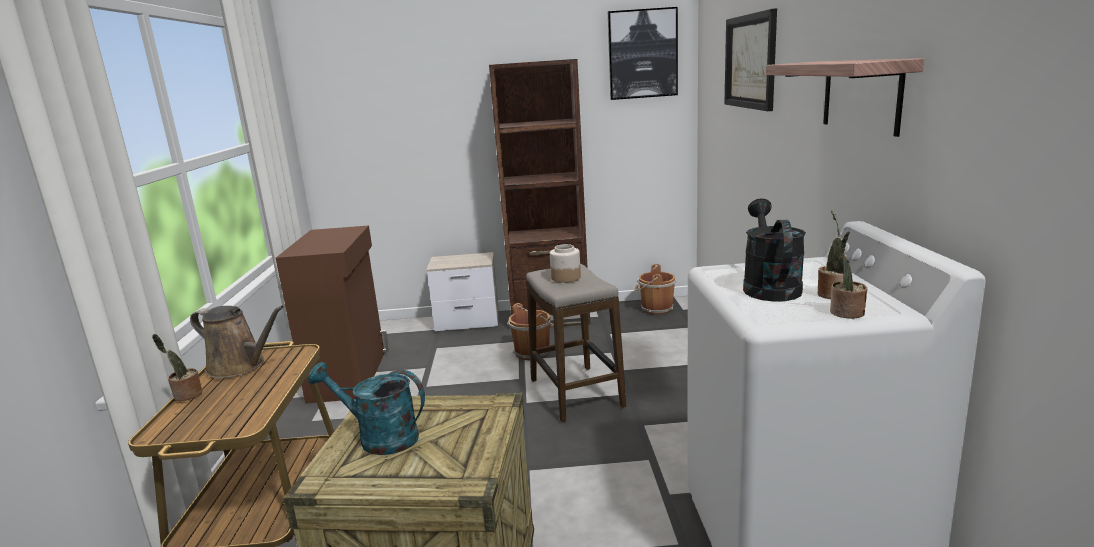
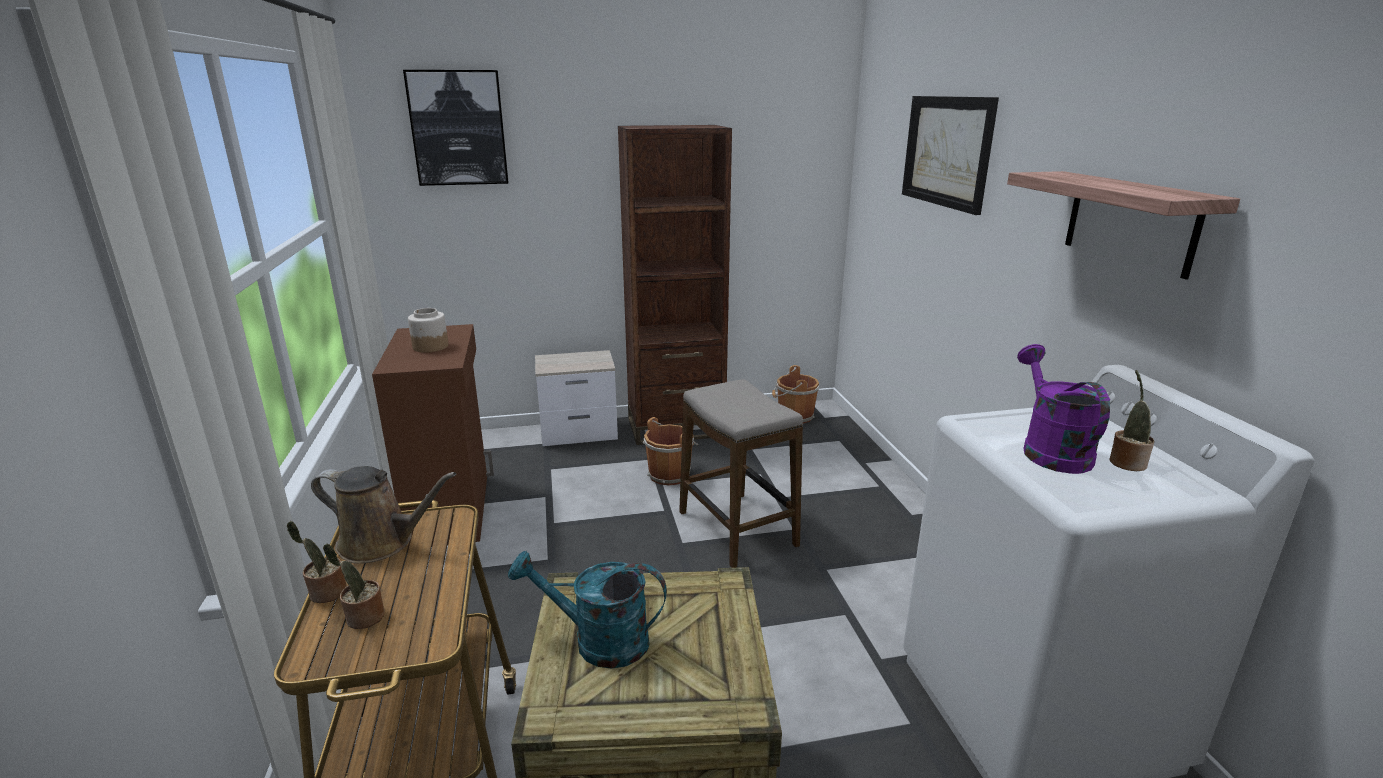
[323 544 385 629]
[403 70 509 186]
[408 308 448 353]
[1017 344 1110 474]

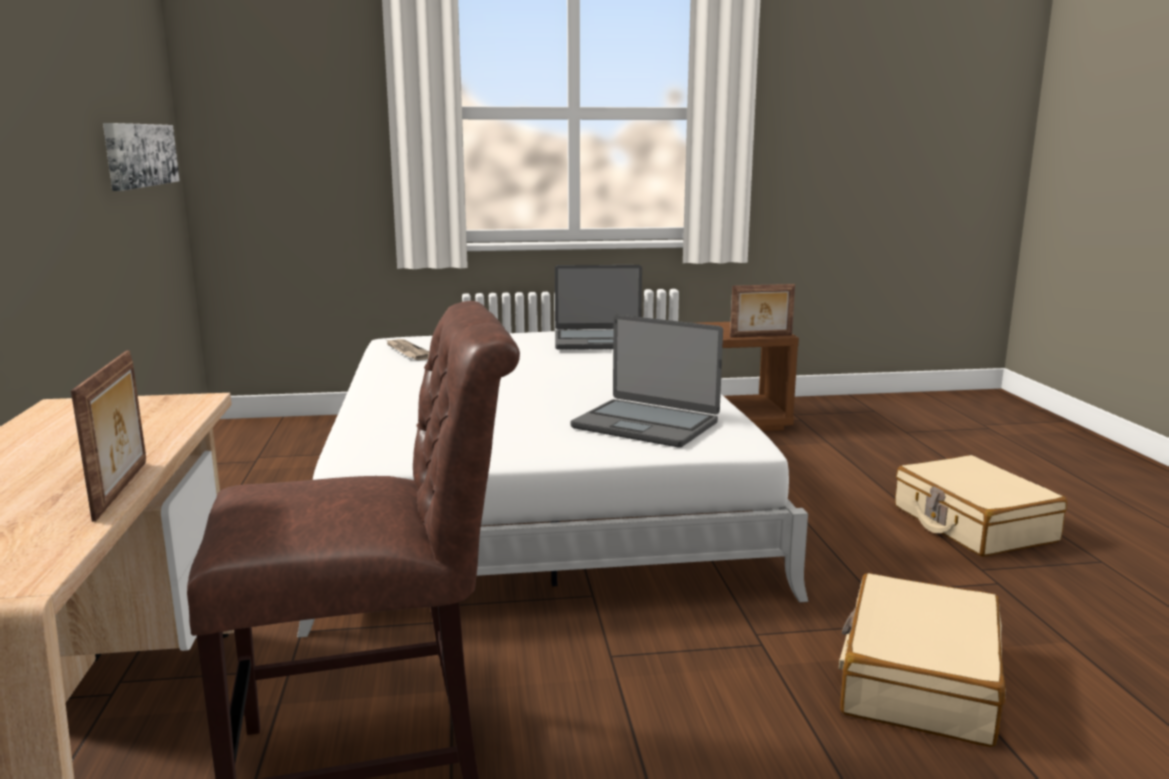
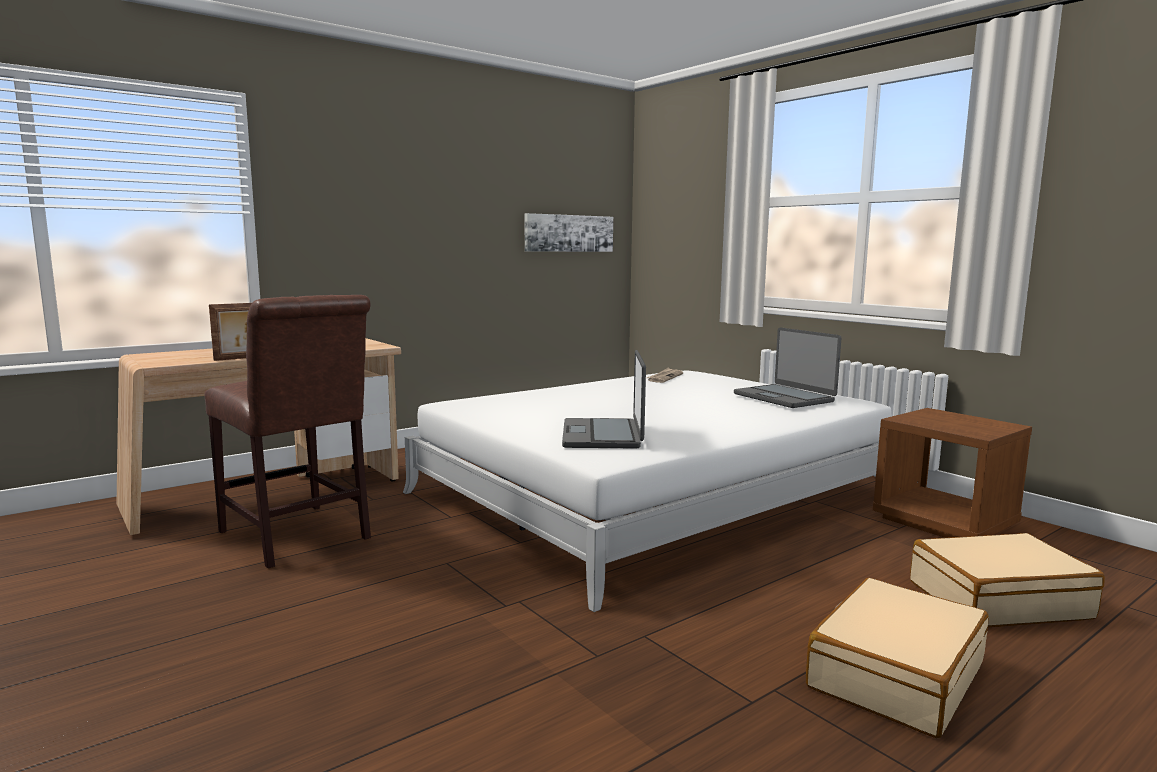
[910 533 1105 627]
[730 284 795 338] (first image)

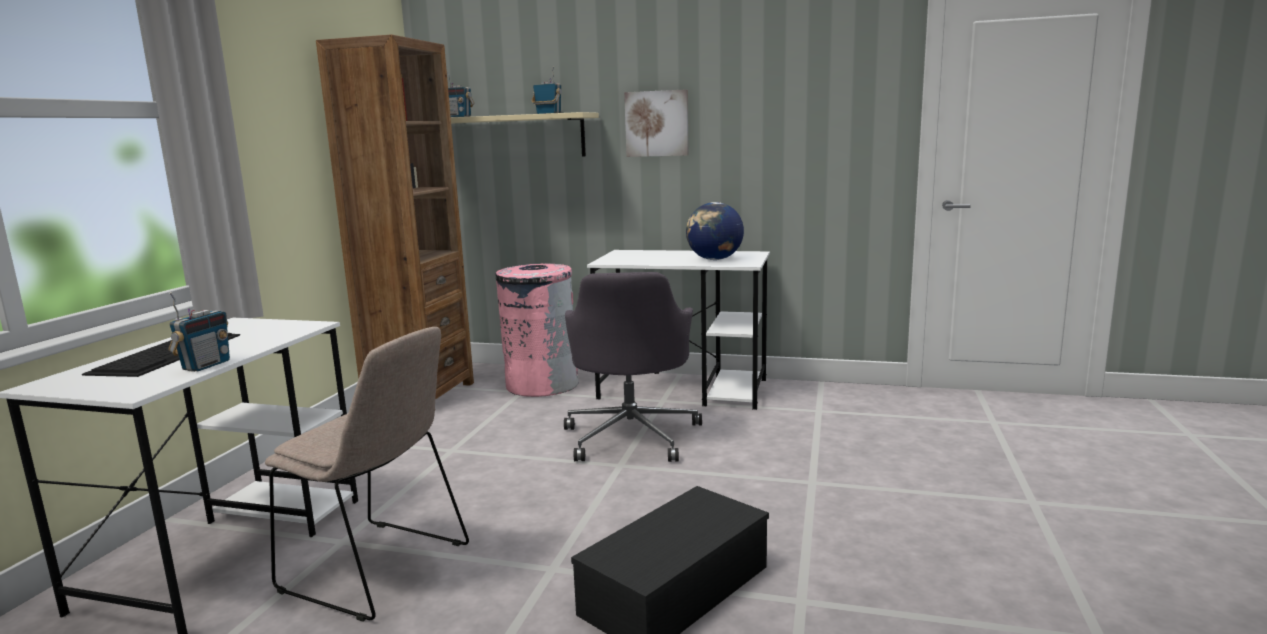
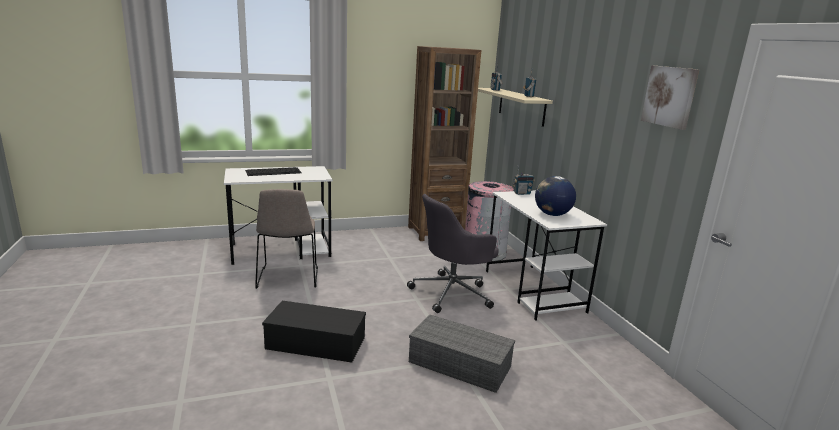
[409 315 515 393]
[512 166 535 195]
[641 66 699 130]

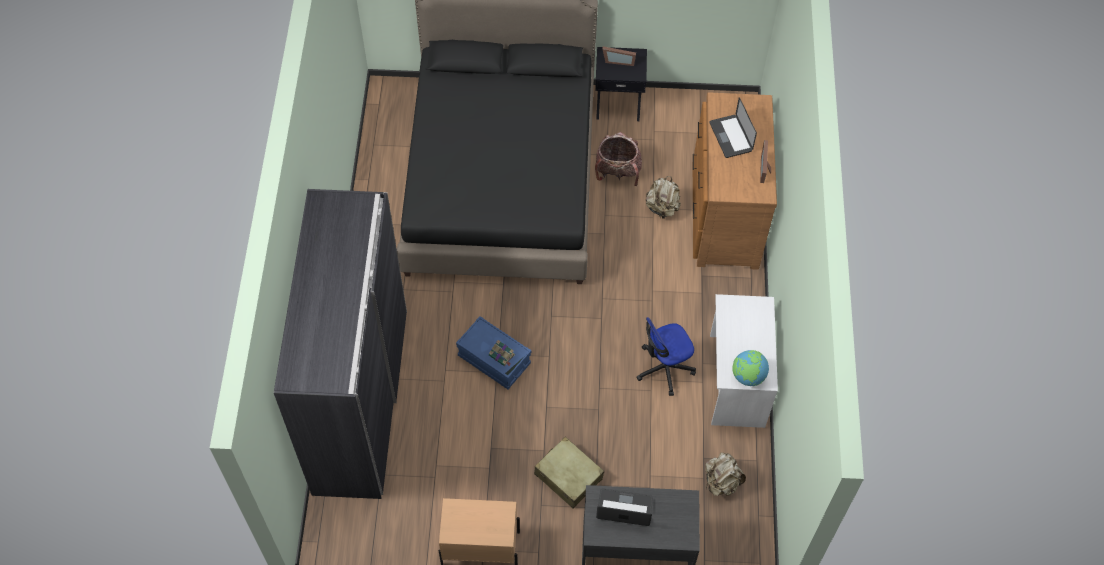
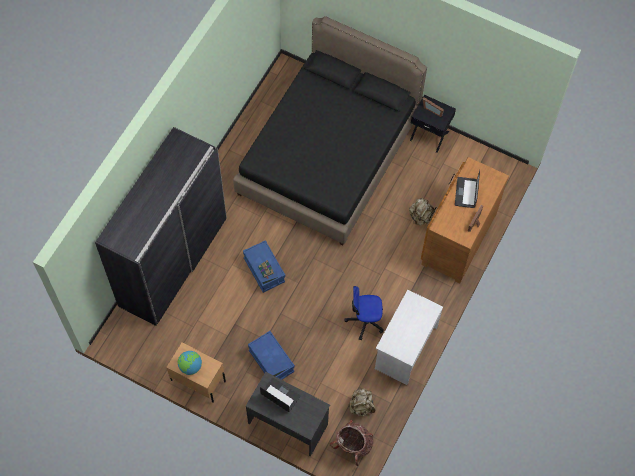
[178 351 202 375]
[248 331 295 380]
[329 420 373 466]

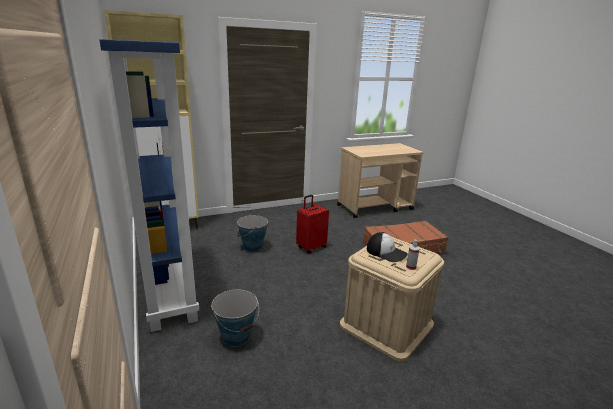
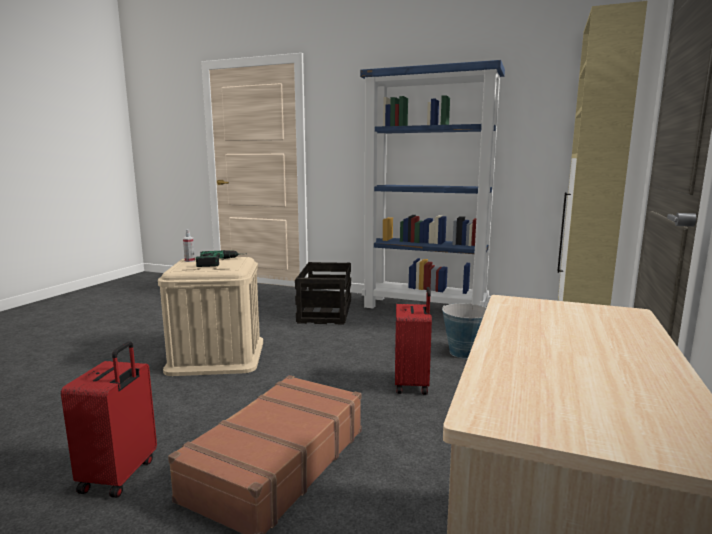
[61 341 157 498]
[196 250 239 267]
[295 262 351 324]

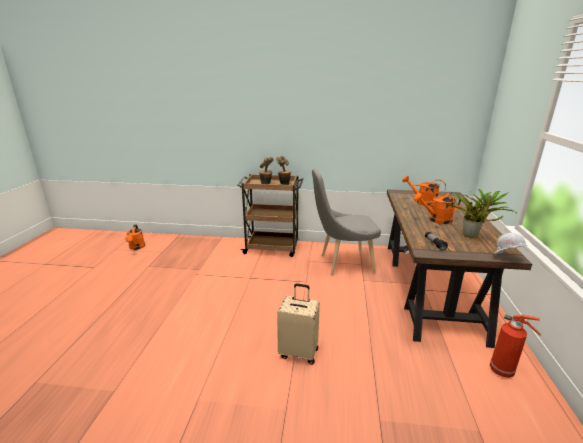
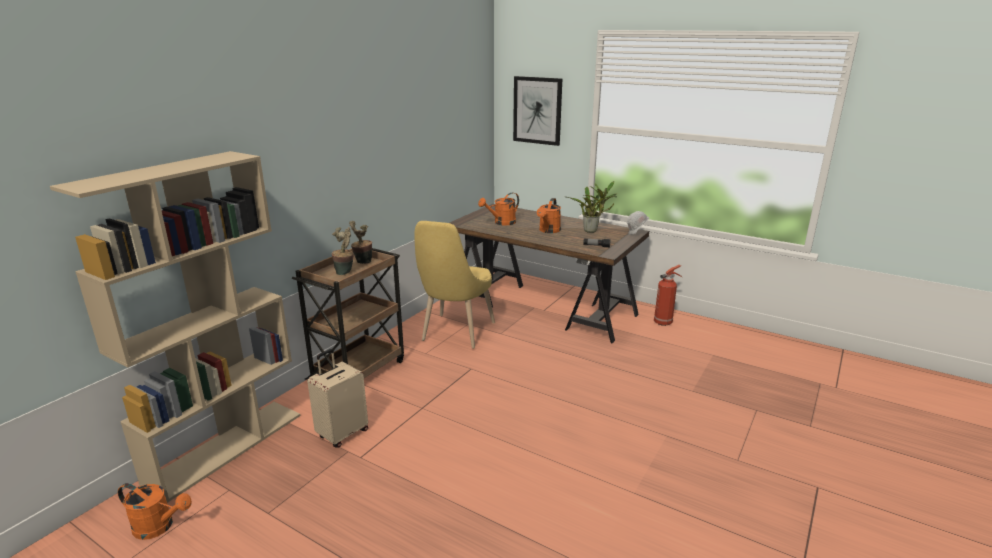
[50 151 300 503]
[307 349 368 448]
[414 221 495 349]
[513 76 562 146]

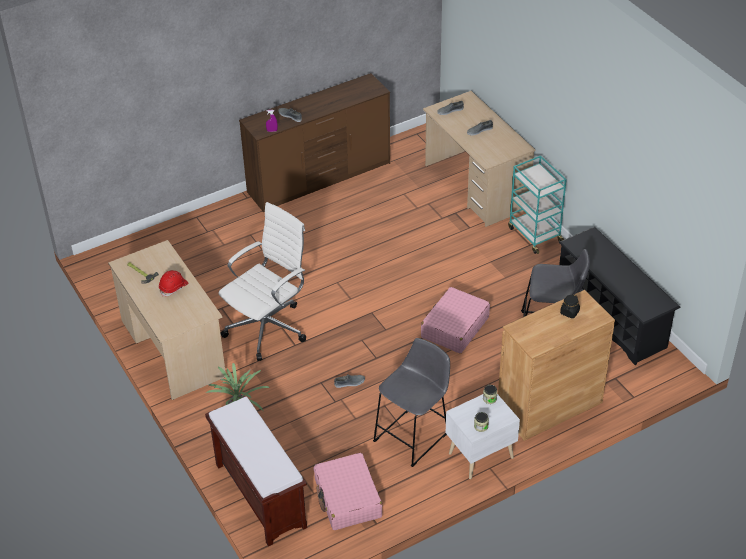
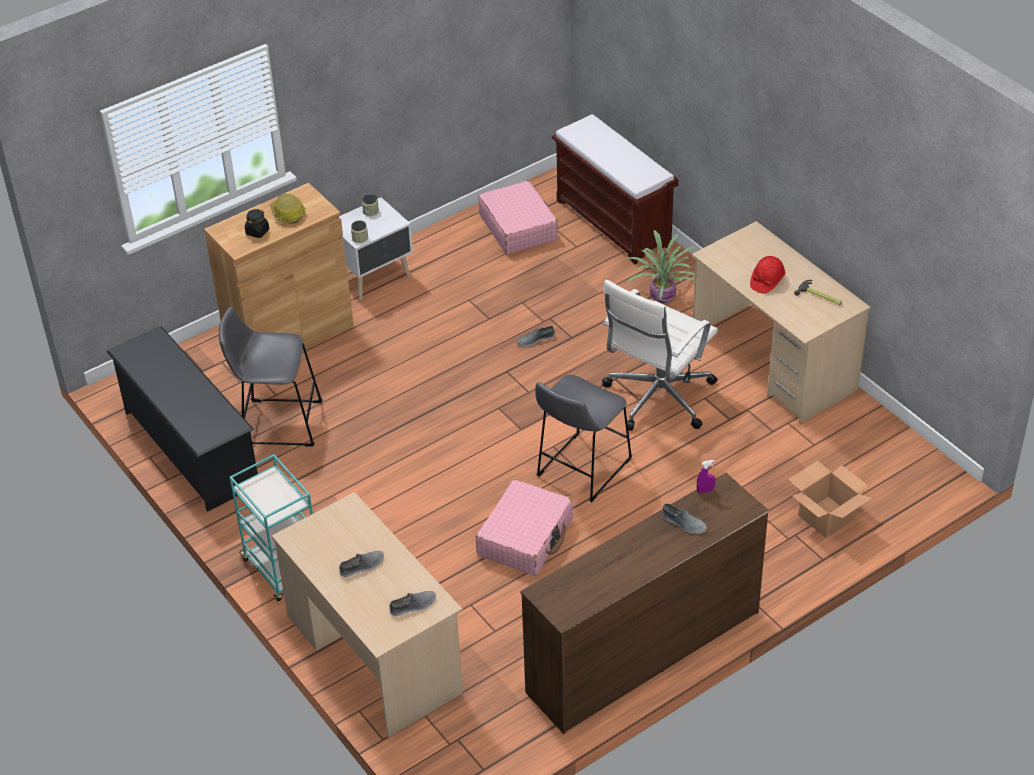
[270 194 306 224]
[476 479 573 576]
[535 375 632 502]
[788 461 872 538]

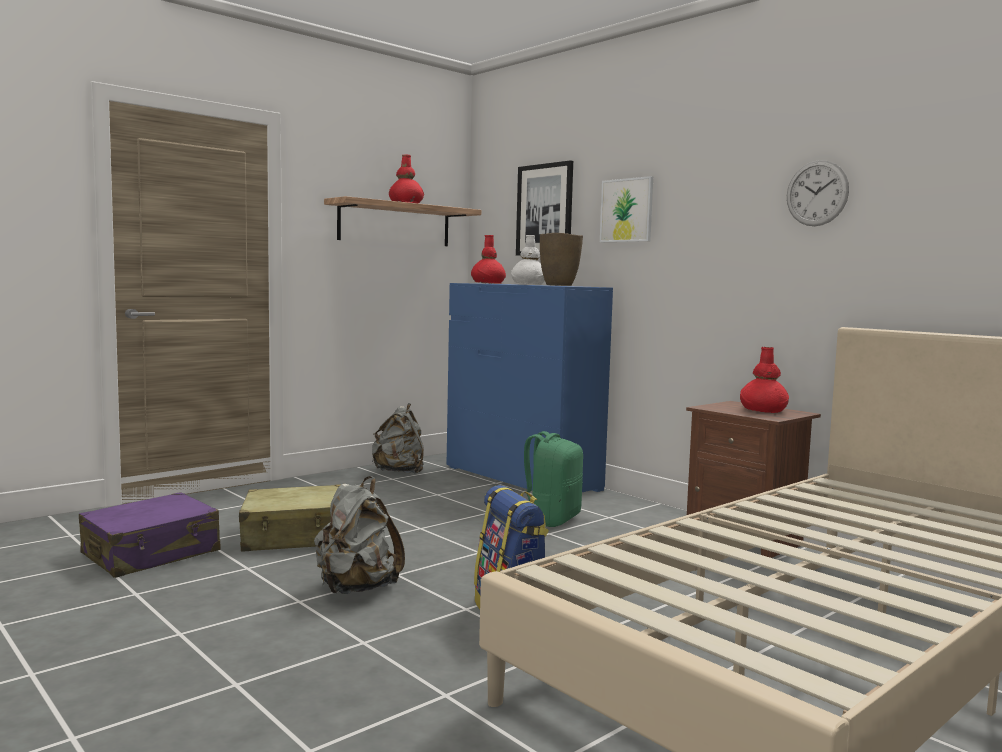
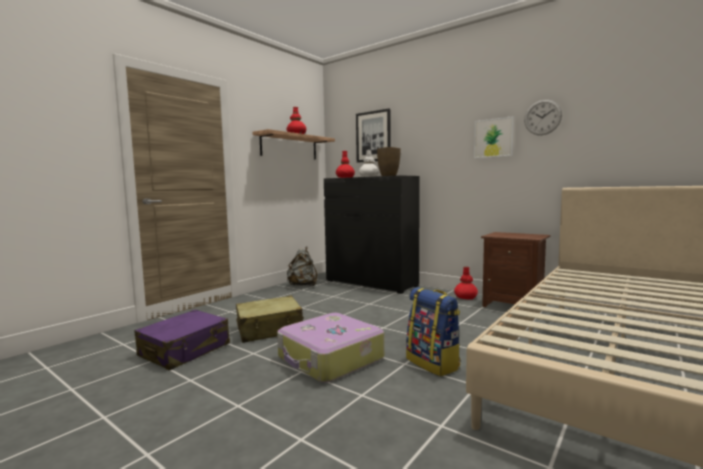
[277 313 384 383]
[324 175 419 294]
[454 267 478 299]
[474 116 514 158]
[524 431 583 527] (first image)

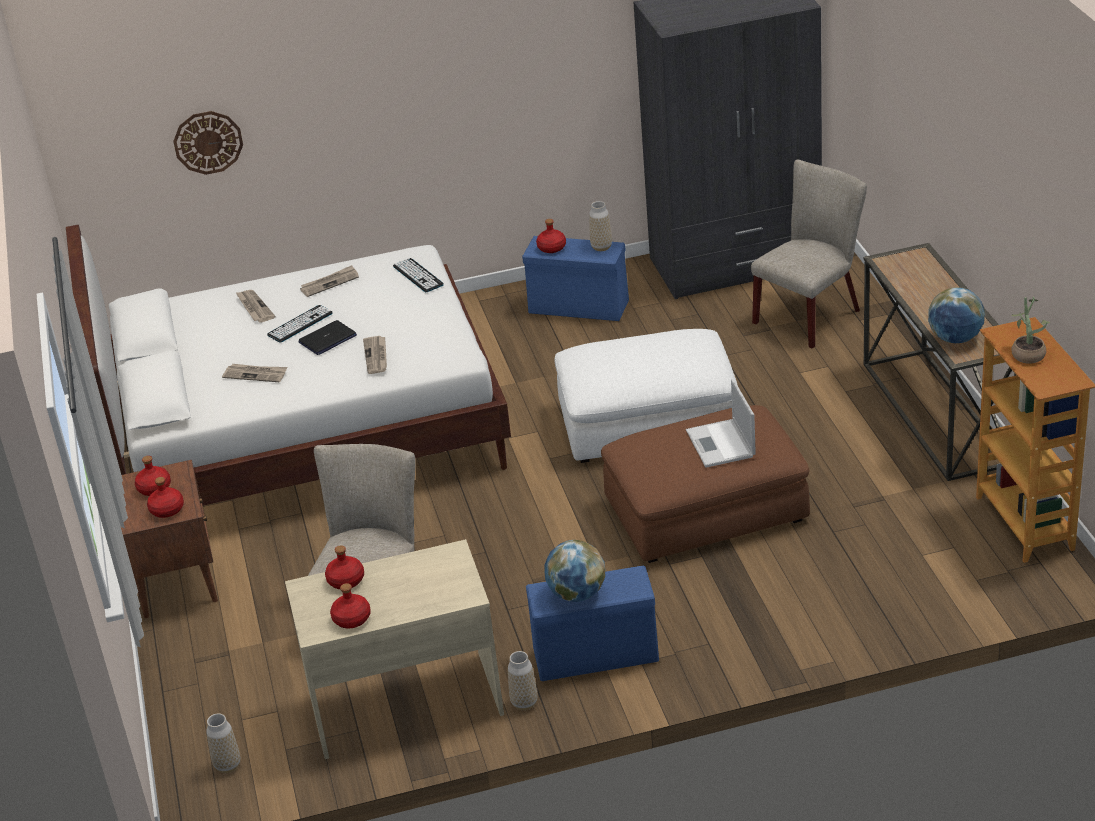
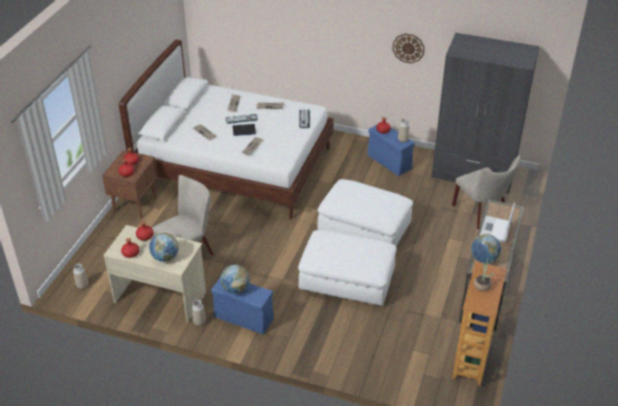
[149 233 179 262]
[298 230 397 306]
[392 33 425 63]
[452 155 521 229]
[480 203 515 242]

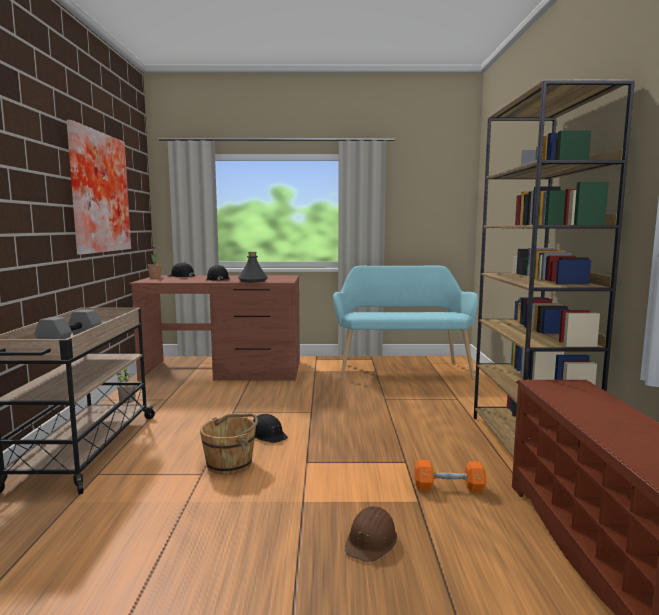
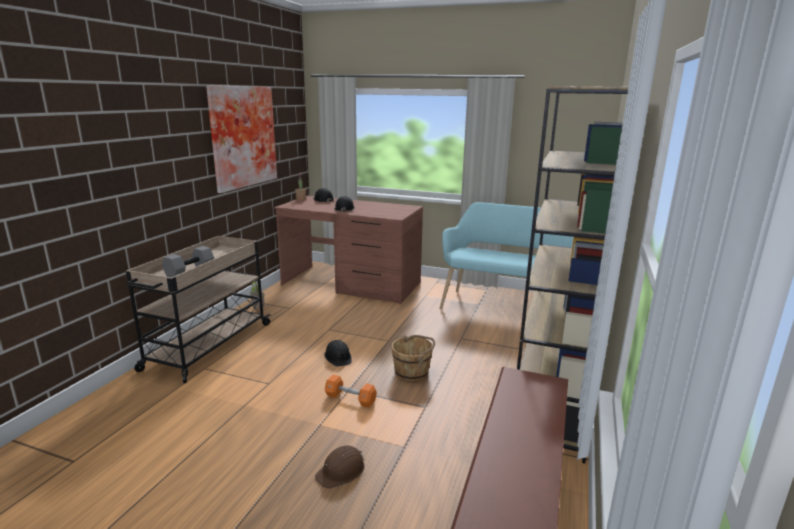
[325 374 377 408]
[391 335 435 381]
[238 252 268 282] (first image)

